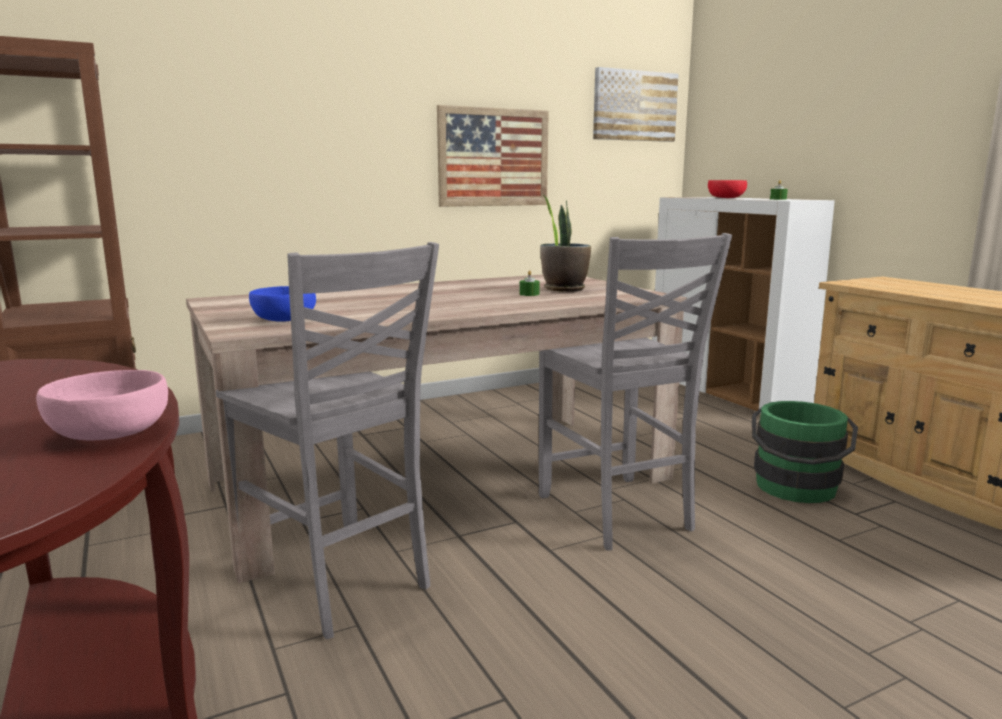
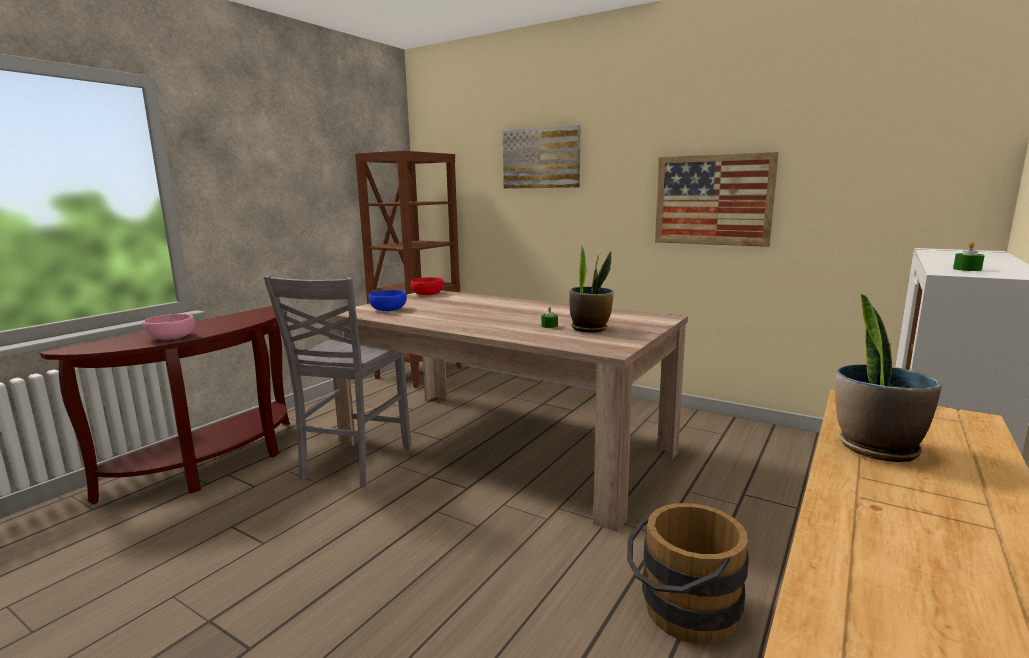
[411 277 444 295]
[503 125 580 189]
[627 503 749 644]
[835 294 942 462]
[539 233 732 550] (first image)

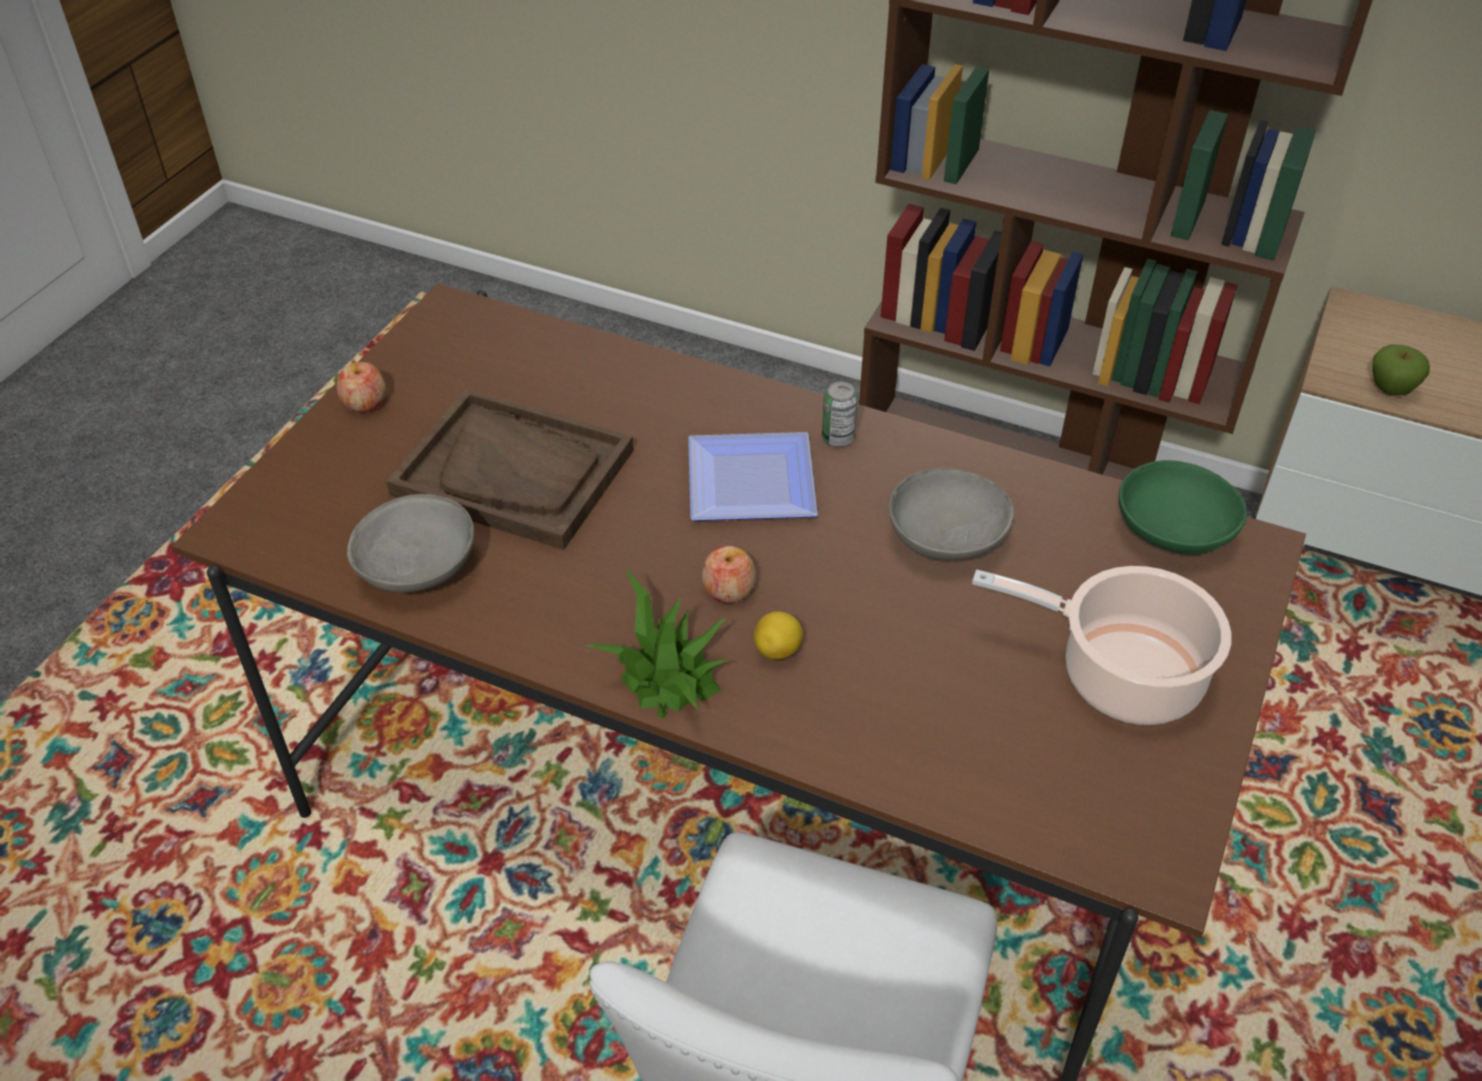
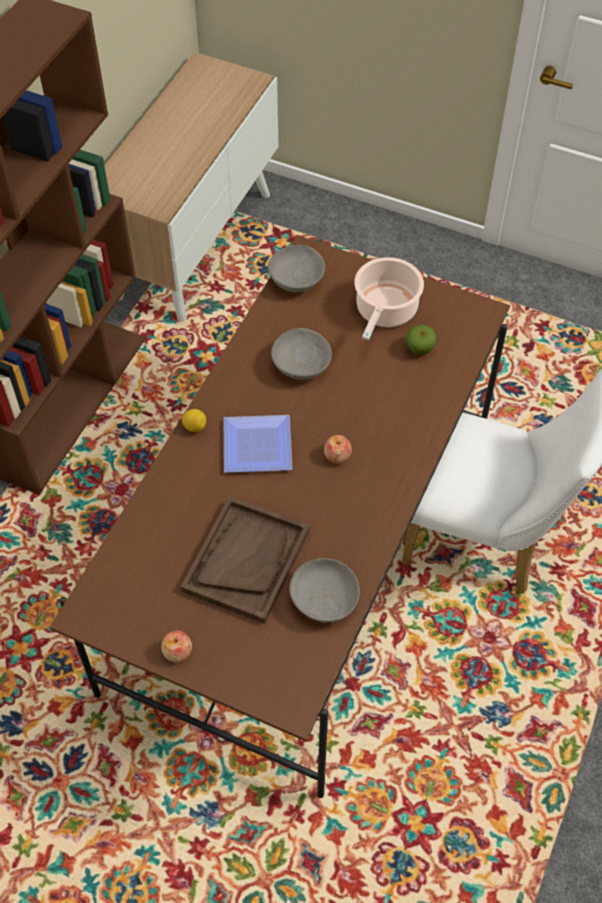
[182 409 206 432]
[268 245 325 292]
[406 325 436 355]
[585 567 728 719] (first image)
[822 381 858 447] (first image)

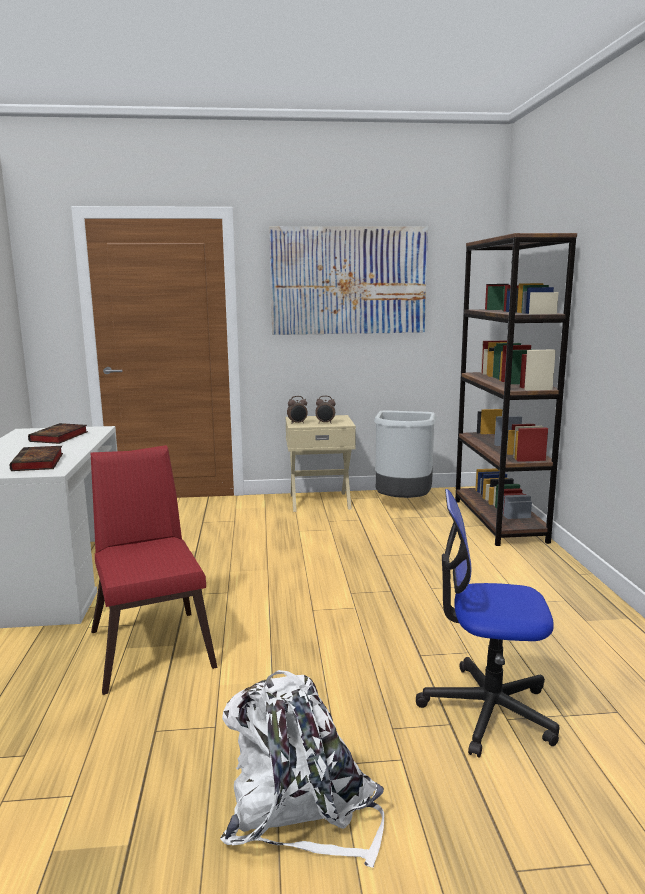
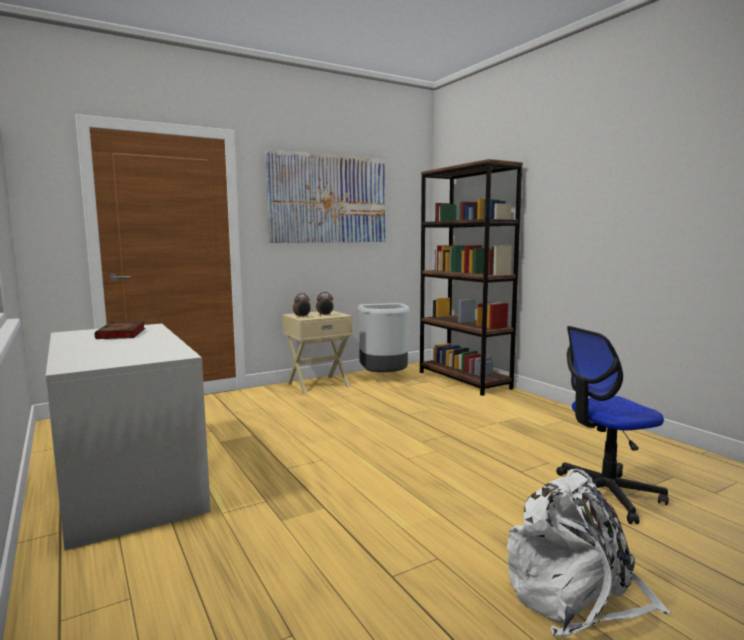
[10 446 63 471] (first image)
[91 445 217 695] (first image)

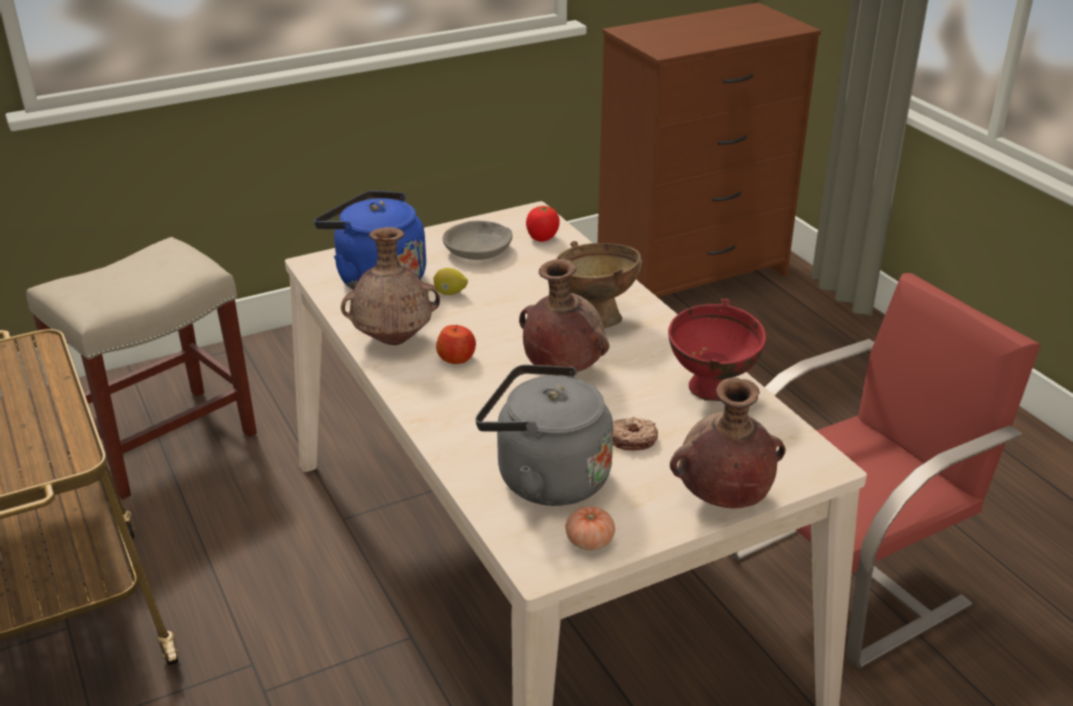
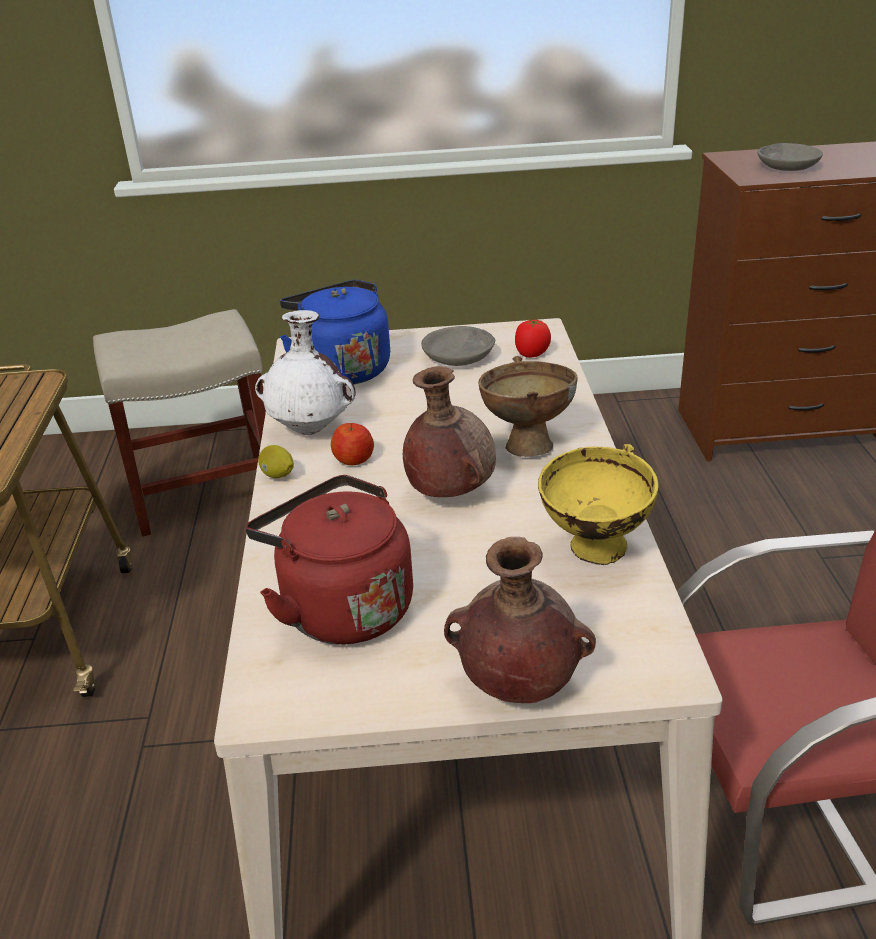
[246 475 413 644]
[255 310 356 435]
[258 445 294 478]
[538 444 659 565]
[758 143 823 171]
[565 507 615 550] (first image)
[613 417 658 451] (first image)

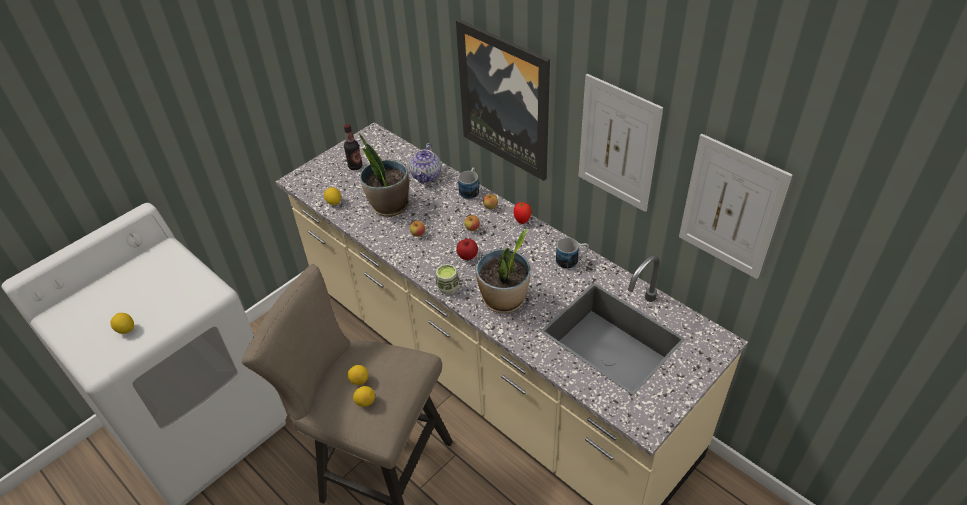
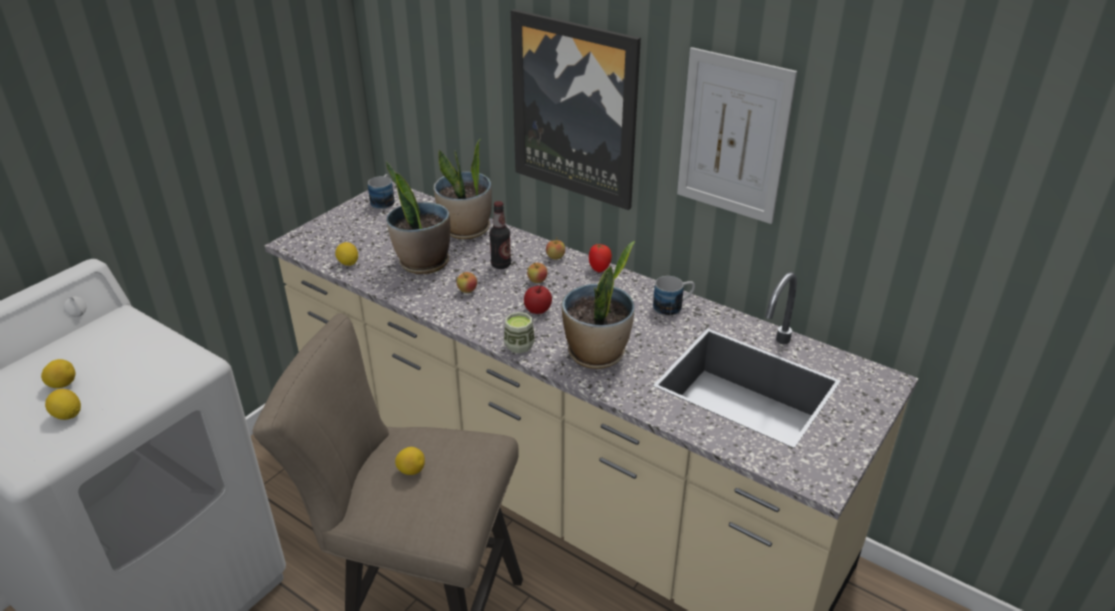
[41 359 75 388]
[368 174 394 209]
[433 139 492 239]
[489 201 511 269]
[679 134 792 279] (first image)

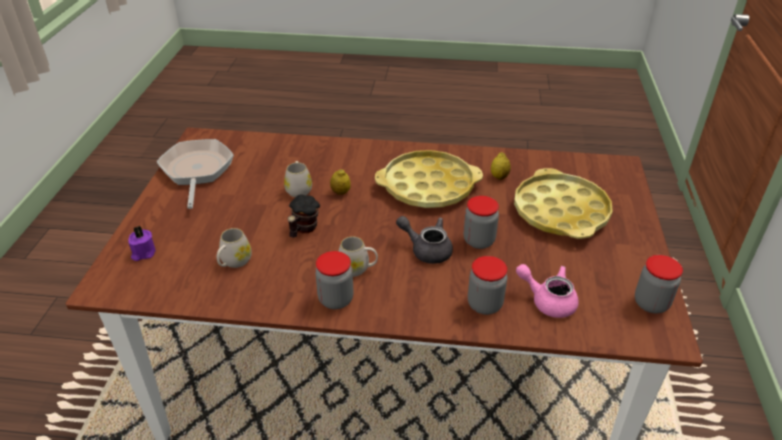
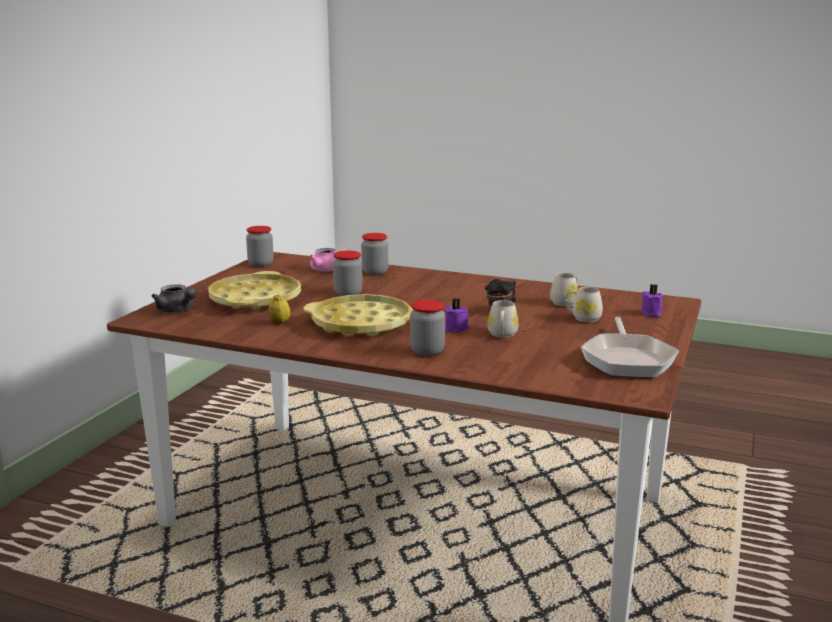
[152 284 197 313]
[410 299 445 356]
[445 298 470 333]
[565 287 603 322]

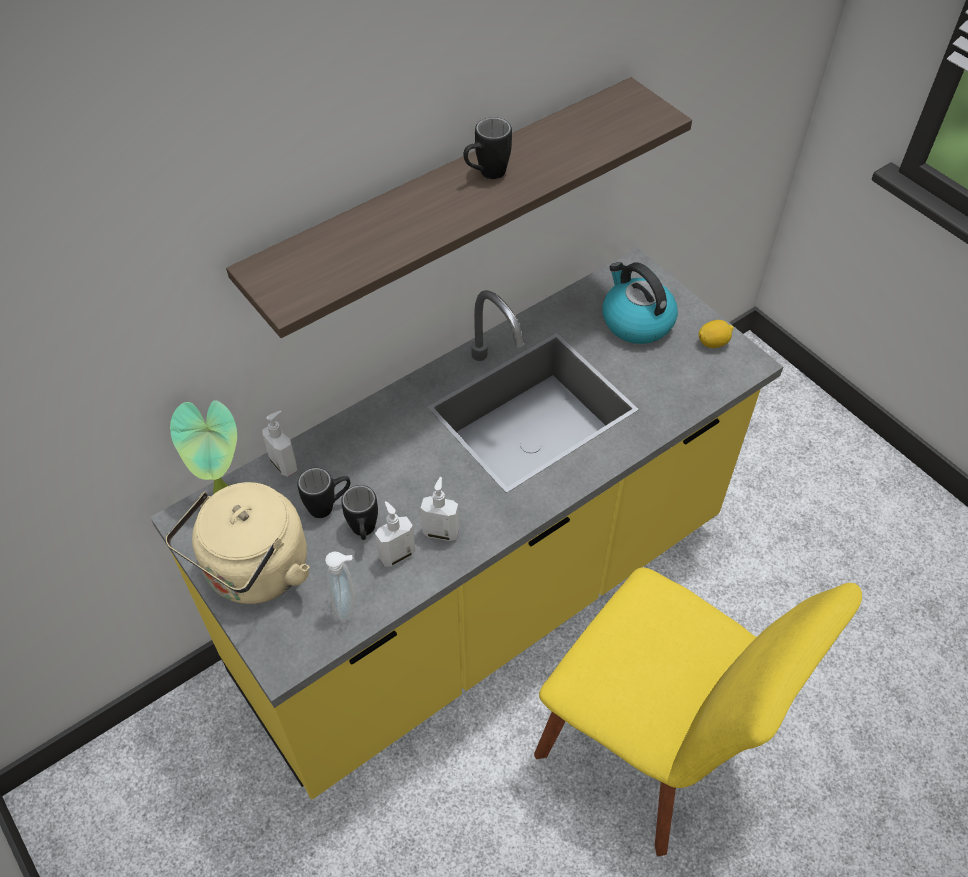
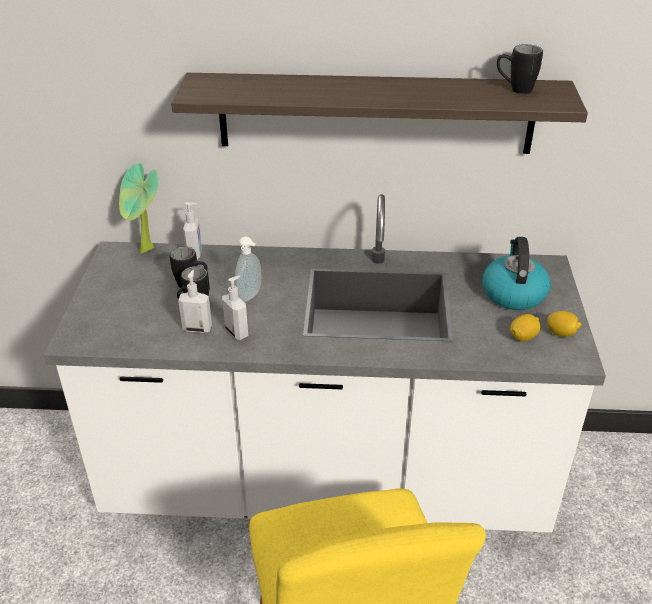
[43 194 606 533]
[235 237 261 302]
[497 44 543 94]
[510 314 540 341]
[165 482 309 604] (first image)

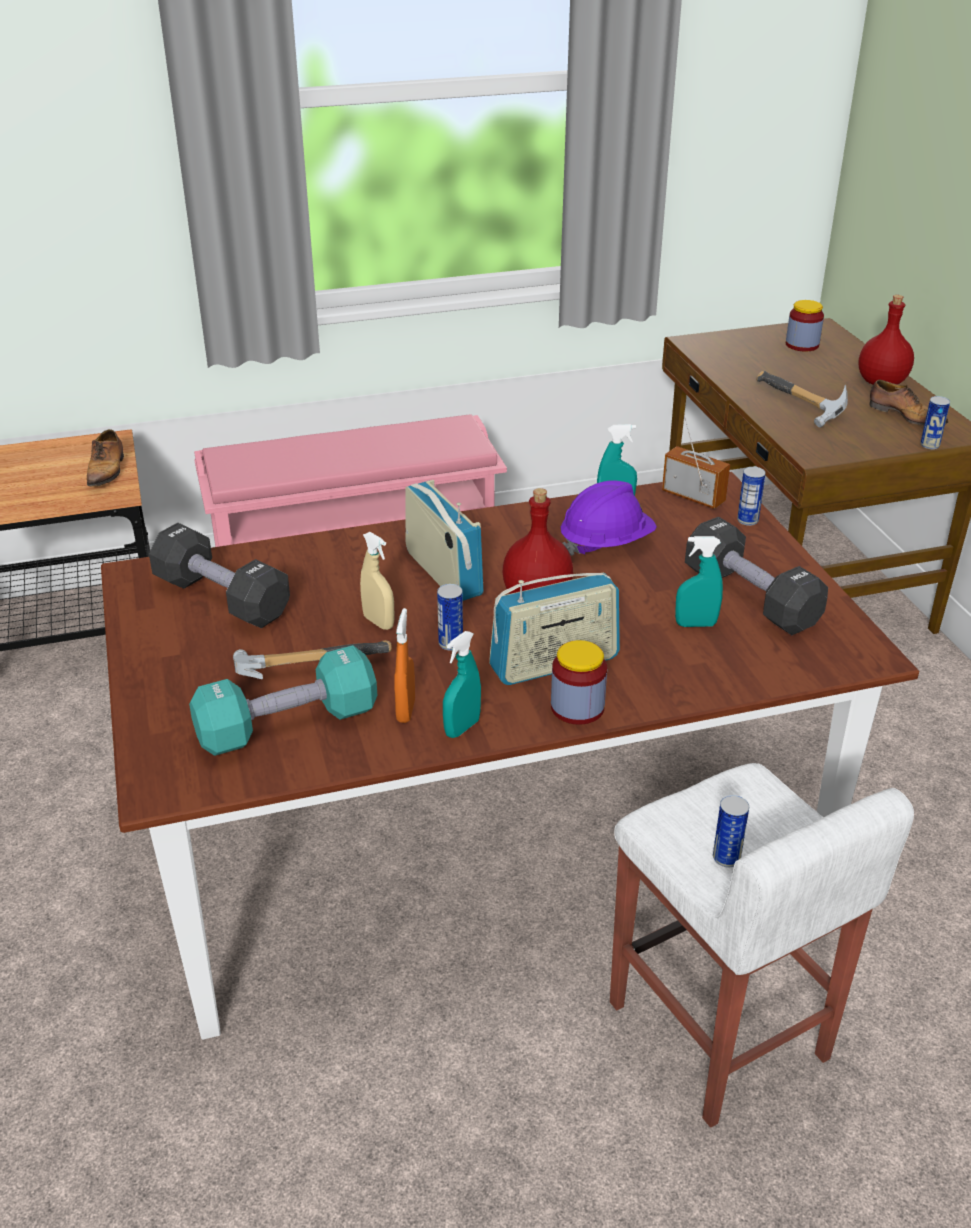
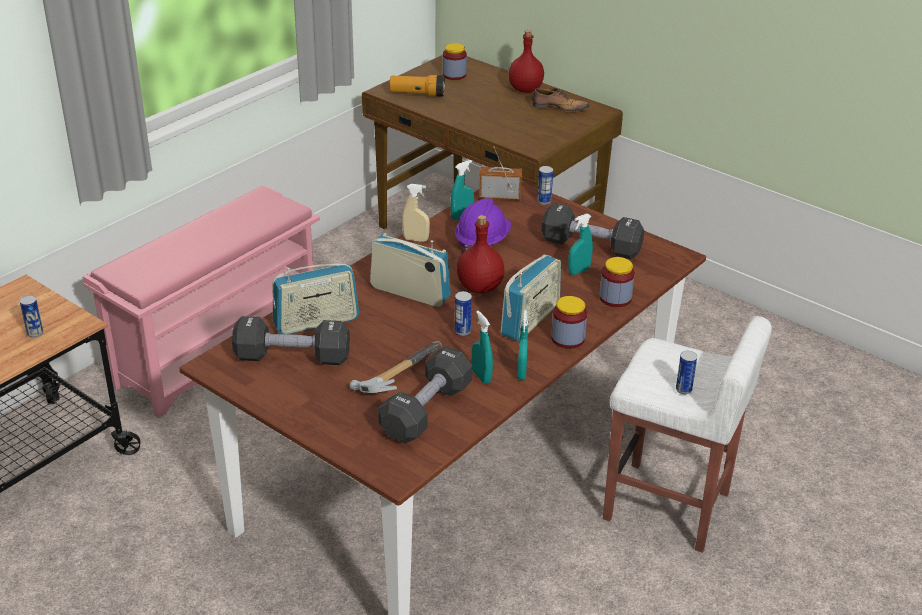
[20 295 43 338]
[272 263 359 334]
[378 346 472 444]
[390 75 445 97]
[402 184 430 242]
[472 311 493 384]
[600 257 635 307]
[87 429 124 486] (first image)
[756 371 848 428] (first image)

